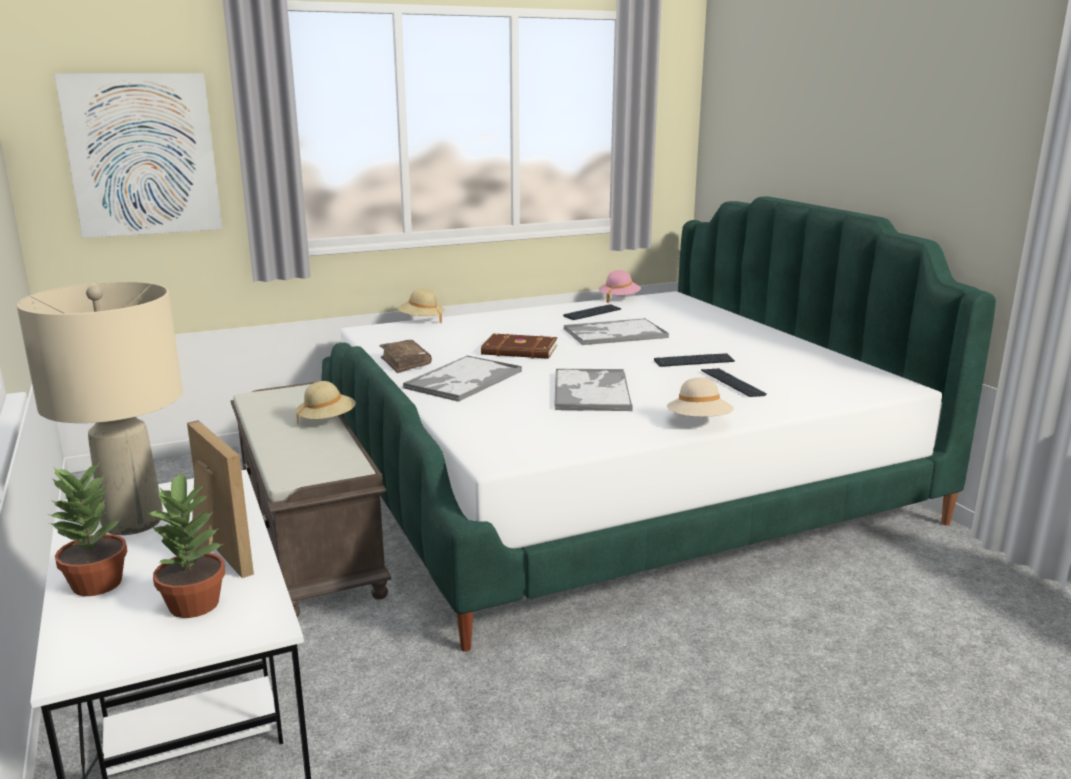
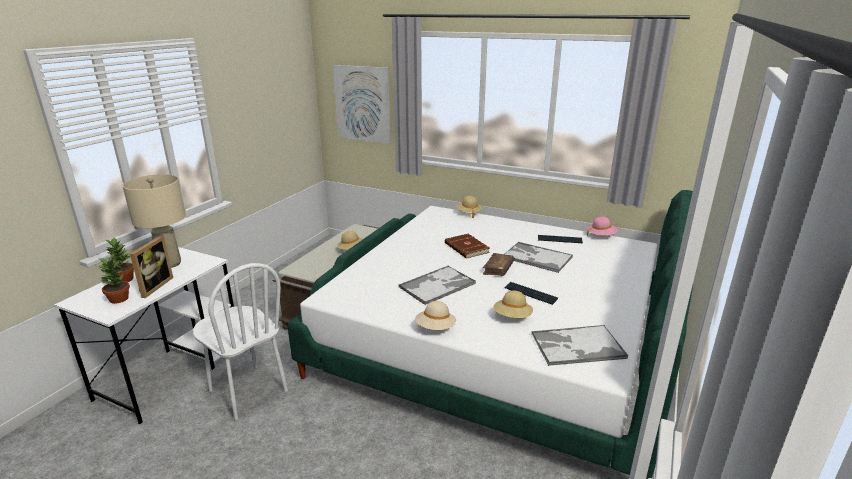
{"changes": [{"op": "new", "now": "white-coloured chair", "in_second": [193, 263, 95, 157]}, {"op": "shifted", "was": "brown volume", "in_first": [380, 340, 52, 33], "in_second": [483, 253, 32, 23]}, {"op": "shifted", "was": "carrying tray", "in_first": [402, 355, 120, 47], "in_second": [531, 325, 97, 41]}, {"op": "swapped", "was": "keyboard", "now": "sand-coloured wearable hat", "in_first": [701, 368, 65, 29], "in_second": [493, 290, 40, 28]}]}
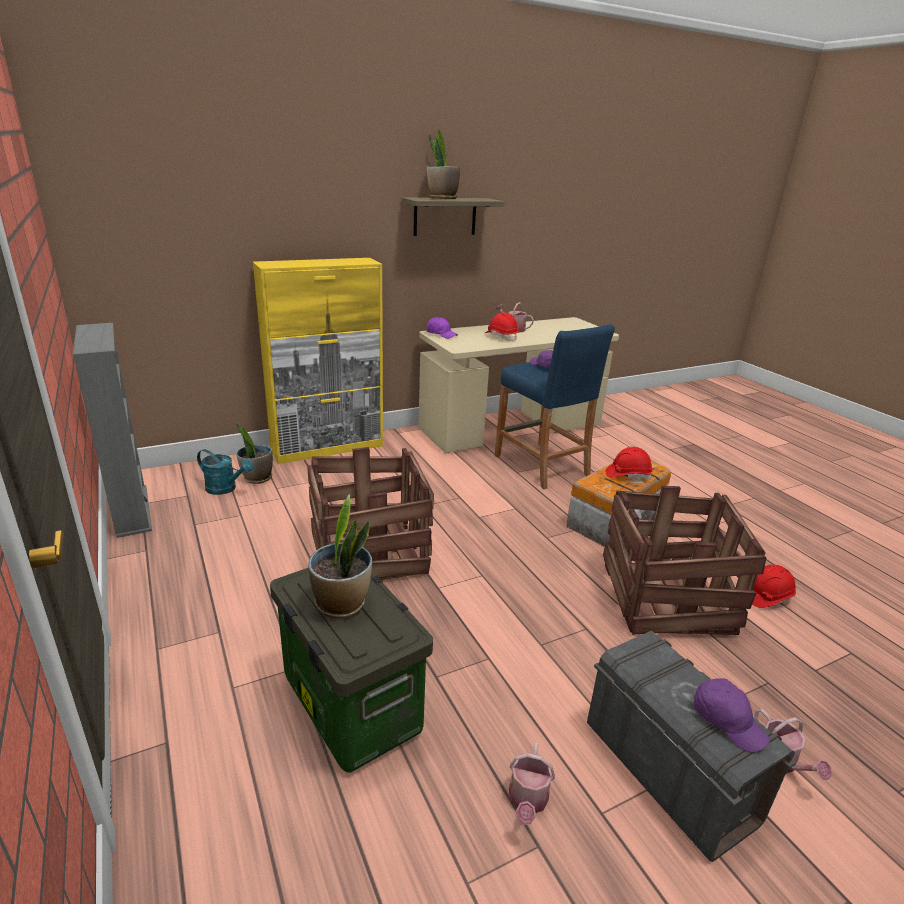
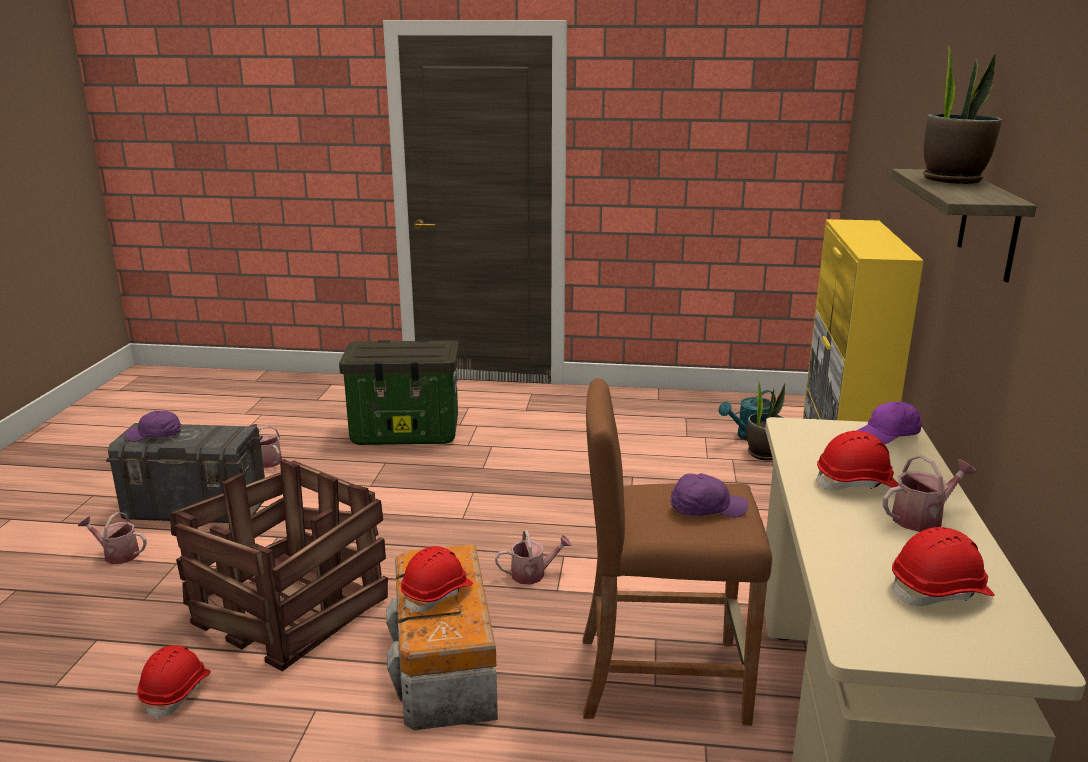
{"changes": [{"op": "gone", "was": "gray shelving unit", "in_first": [73, 323, 79, 215]}, {"op": "gone", "was": "crate", "in_first": [307, 447, 127, 133]}, {"op": "gone", "was": "houseplant", "in_first": [308, 494, 64, 124]}, {"op": "new", "now": "sprinkling can", "in_second": [495, 530, 77, 55]}, {"op": "new", "now": "red hard hat", "in_second": [892, 527, 103, 79]}, {"op": "repainted", "was": "blue-coloured stool", "now": "brown stool", "in_first": [495, 324, 120, 165], "in_second": [583, 378, 189, 347]}]}
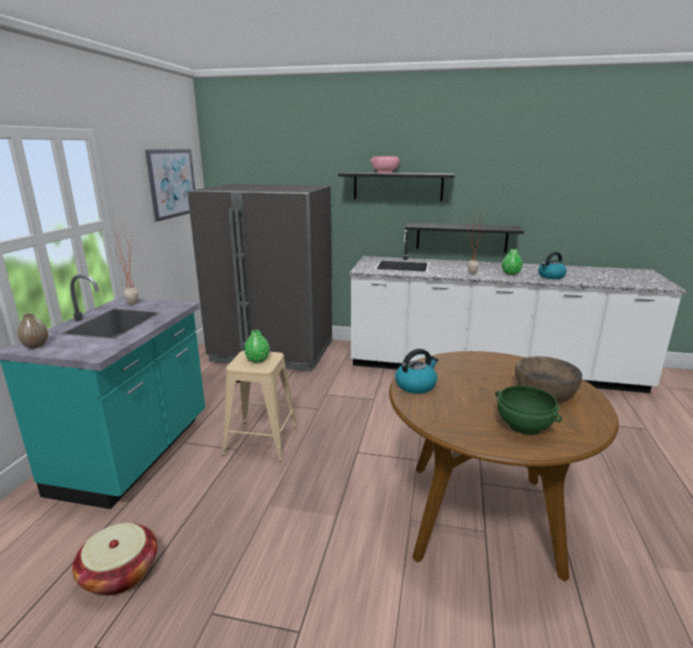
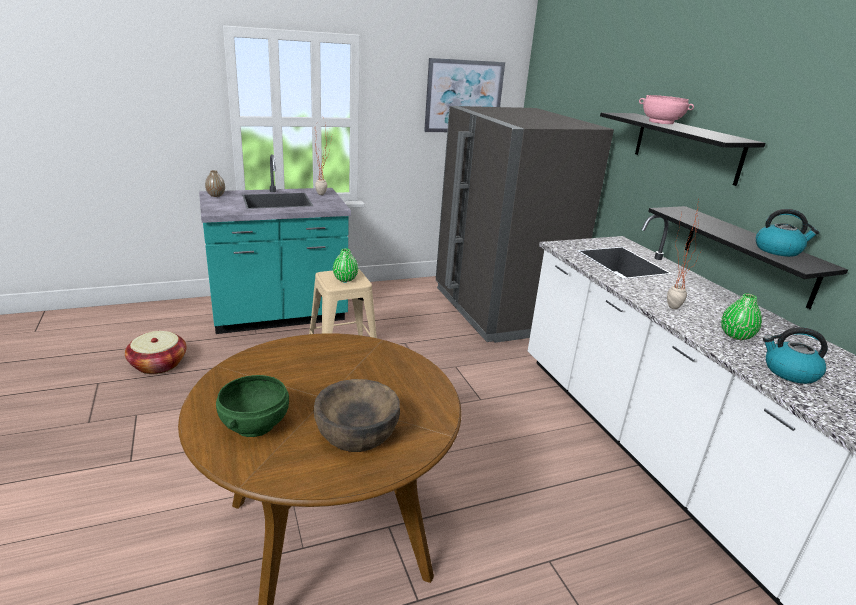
{"changes": [{"op": "shifted", "was": "tea kettle", "in_first": [395, 349, 43, 45], "in_second": [756, 209, 63, 48]}]}
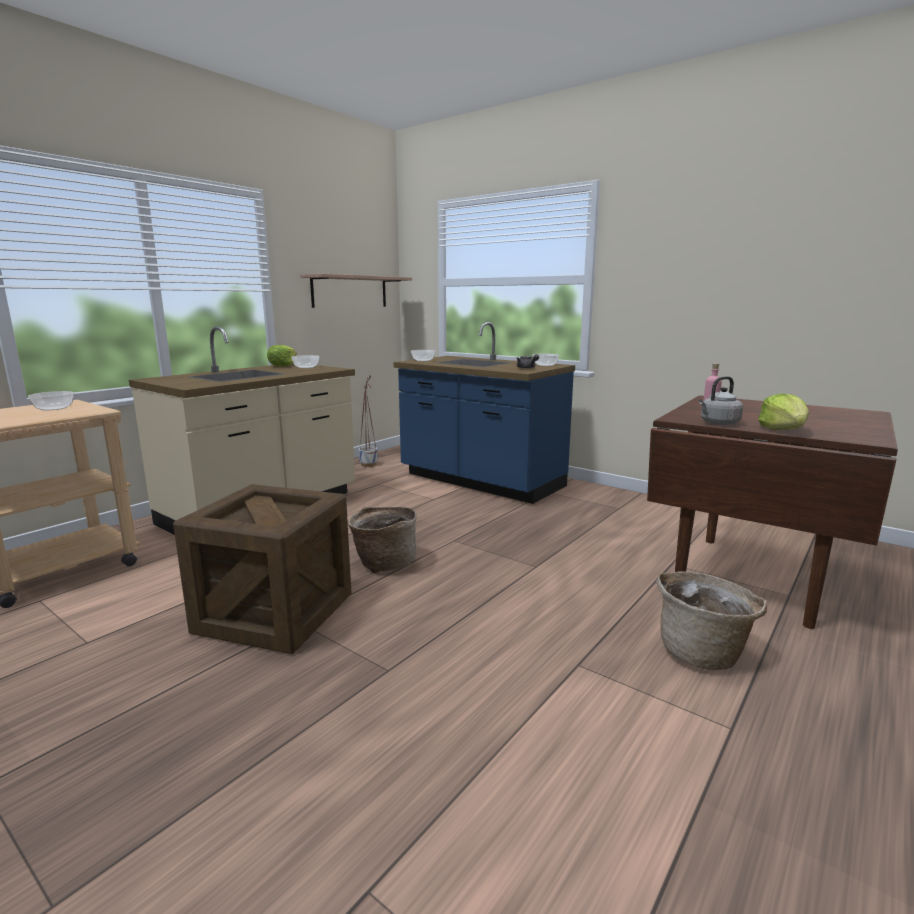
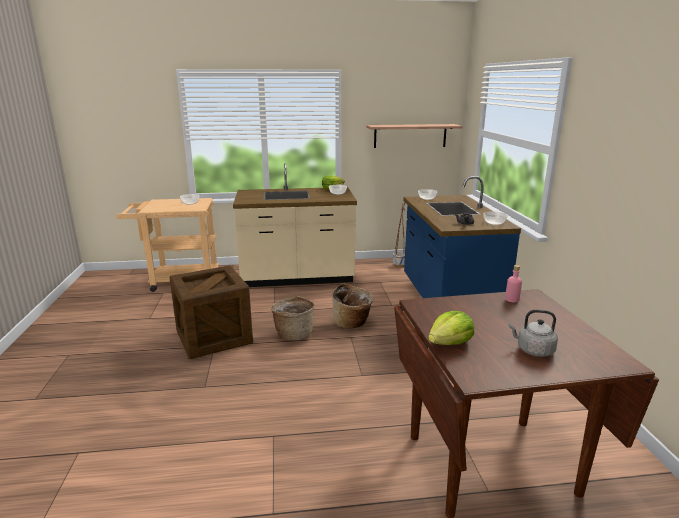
{"changes": [{"op": "shifted", "was": "storage basket", "in_first": [656, 571, 111, 99], "in_second": [332, 283, 41, 46]}, {"op": "shifted", "was": "gray tea kettle", "in_first": [699, 376, 44, 49], "in_second": [509, 310, 49, 47]}]}
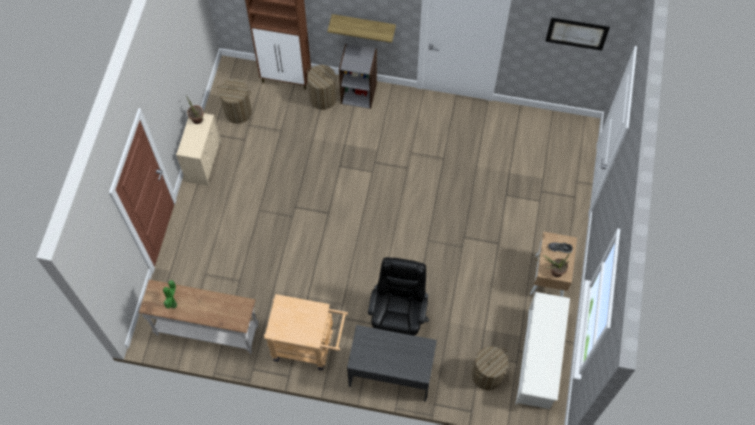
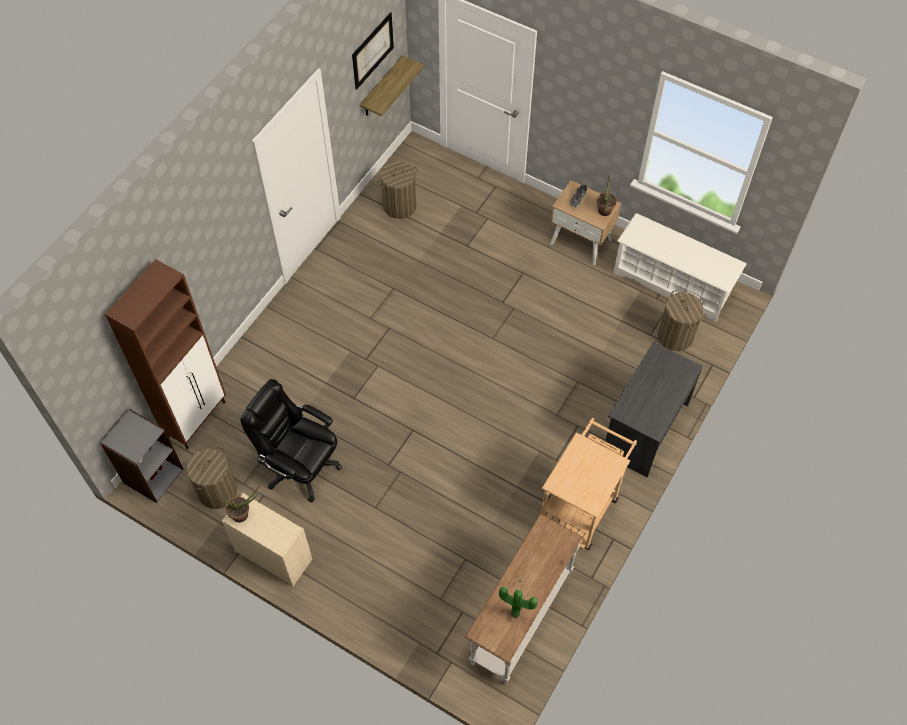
{"changes": [{"op": "shifted", "was": "laundry basket", "in_first": [307, 65, 30, 45], "in_second": [378, 161, 40, 58]}, {"op": "shifted", "was": "bracket shelf", "in_first": [327, 14, 69, 29], "in_second": [360, 56, 64, 60]}, {"op": "shifted", "was": "gray shelving unit", "in_first": [339, 44, 38, 65], "in_second": [100, 409, 83, 94]}, {"op": "shifted", "was": "black-coloured computer chair", "in_first": [368, 257, 61, 79], "in_second": [240, 379, 102, 123]}]}
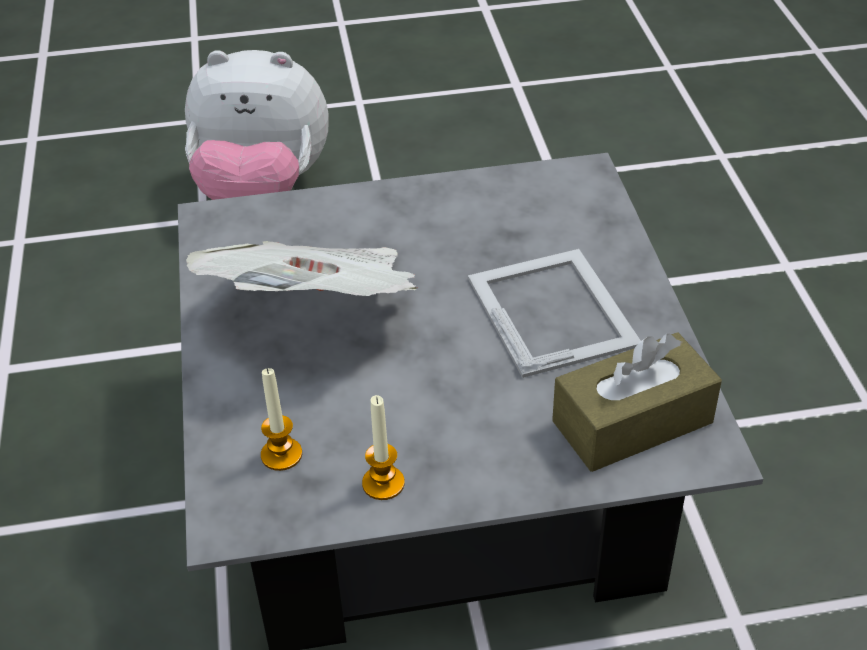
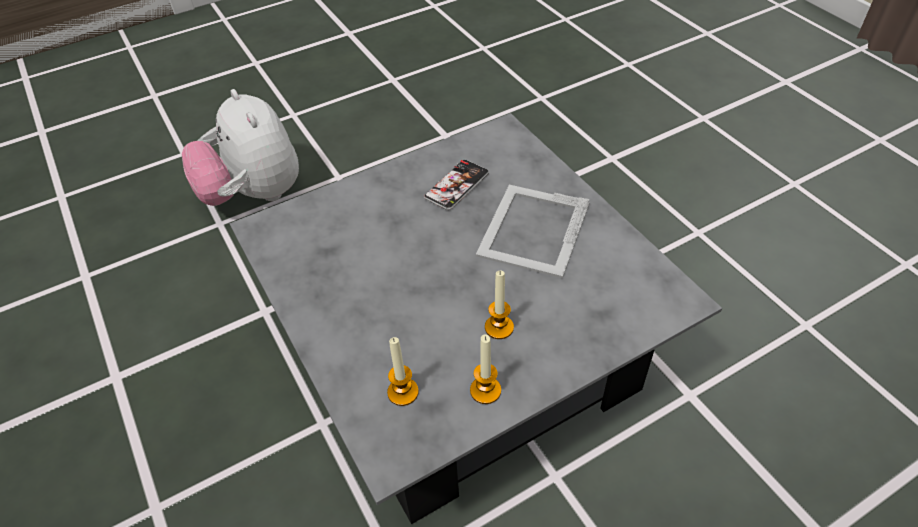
{"changes": [{"op": "gone", "was": "printed paper", "in_first": [186, 241, 231, 55]}, {"op": "gone", "was": "brown tissue holder", "in_first": [552, 332, 170, 140]}, {"op": "new", "now": "telephone", "in_second": [424, 160, 65, 50]}, {"op": "new", "now": "wax candle", "in_second": [485, 271, 29, 68]}, {"op": "rotated", "was": "plush toy", "in_first": [185, 50, 143, 150], "in_second": [182, 89, 117, 117], "clockwise": 75}, {"op": "rotated", "was": "photo frame", "in_first": [468, 249, 173, 129], "in_second": [476, 185, 114, 93], "clockwise": -120}]}
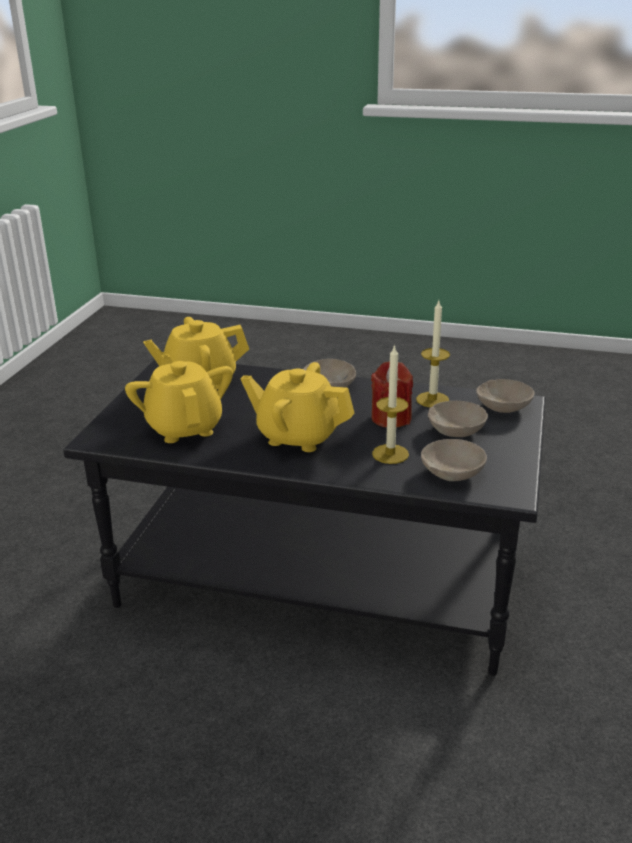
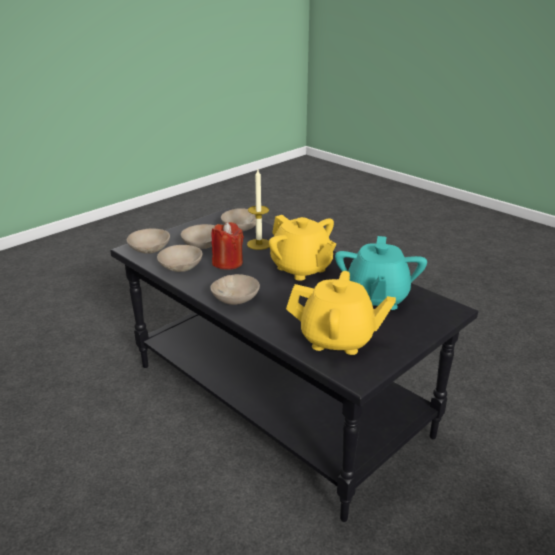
{"changes": [{"op": "swapped", "was": "wax candle", "now": "sand-coloured serving bowl", "in_first": [416, 301, 34, 107], "in_second": [157, 245, 46, 27]}, {"op": "repainted", "was": "yellow tea pot", "now": "turquoise-coloured tea pot", "in_first": [125, 354, 108, 89], "in_second": [335, 236, 92, 74]}]}
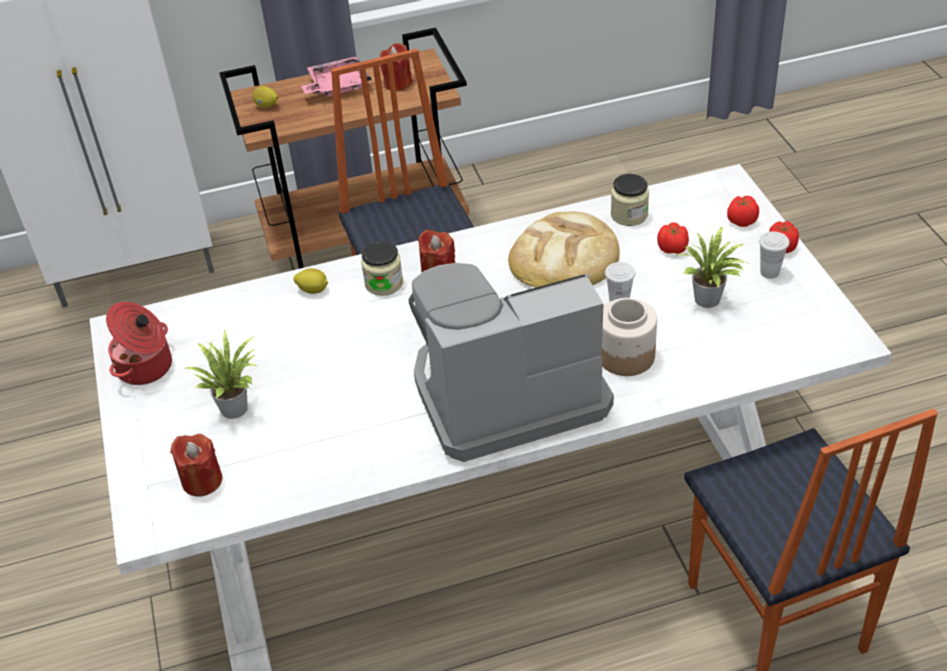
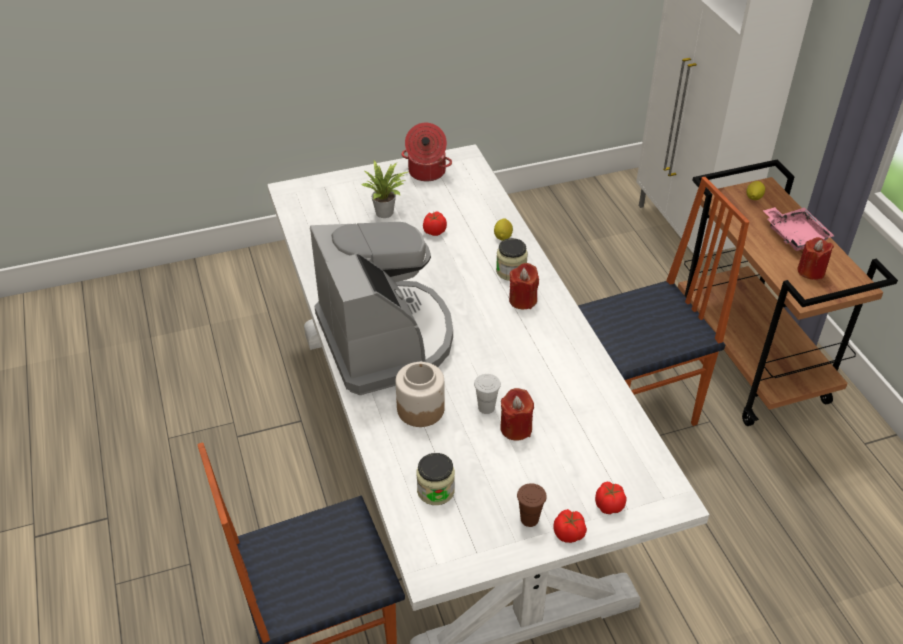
{"changes": [{"op": "gone", "was": "bread", "in_first": [508, 211, 112, 77]}, {"op": "gone", "was": "houseplant", "in_first": [677, 226, 70, 82]}, {"op": "shifted", "was": "red wax candle", "in_first": [170, 434, 52, 63], "in_second": [500, 388, 34, 52]}, {"op": "shifted", "was": "storage jar", "in_first": [611, 174, 38, 52], "in_second": [416, 453, 39, 52]}, {"op": "shifted", "was": "fresh tomato", "in_first": [657, 222, 32, 32], "in_second": [423, 211, 24, 25]}, {"op": "repainted", "was": "white-coloured cup", "now": "brown cup", "in_first": [759, 232, 30, 47], "in_second": [517, 483, 30, 44]}]}
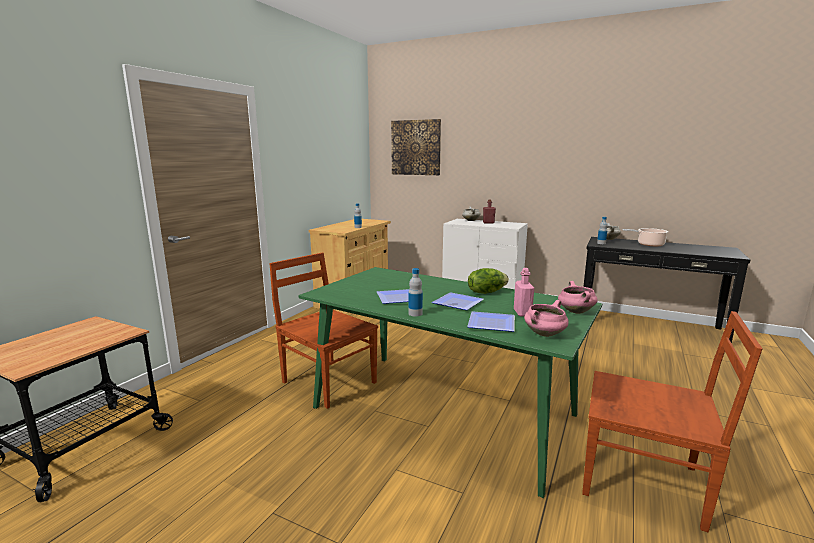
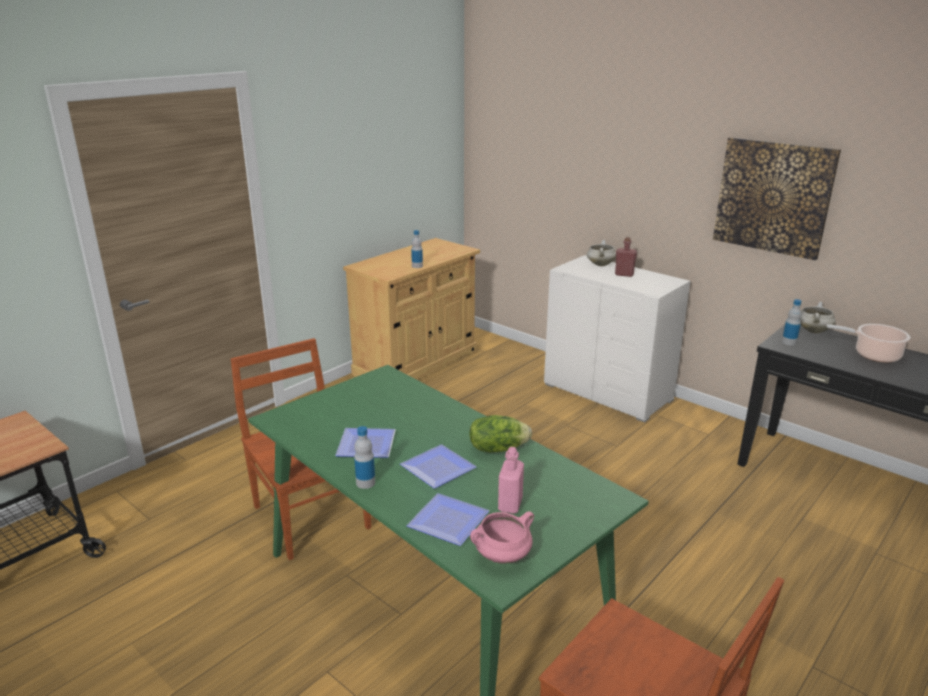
{"changes": [{"op": "gone", "was": "pink-coloured saucepot", "in_first": [558, 281, 40, 33]}, {"op": "shifted", "was": "wall art", "in_first": [391, 119, 50, 56], "in_second": [713, 137, 128, 123]}]}
